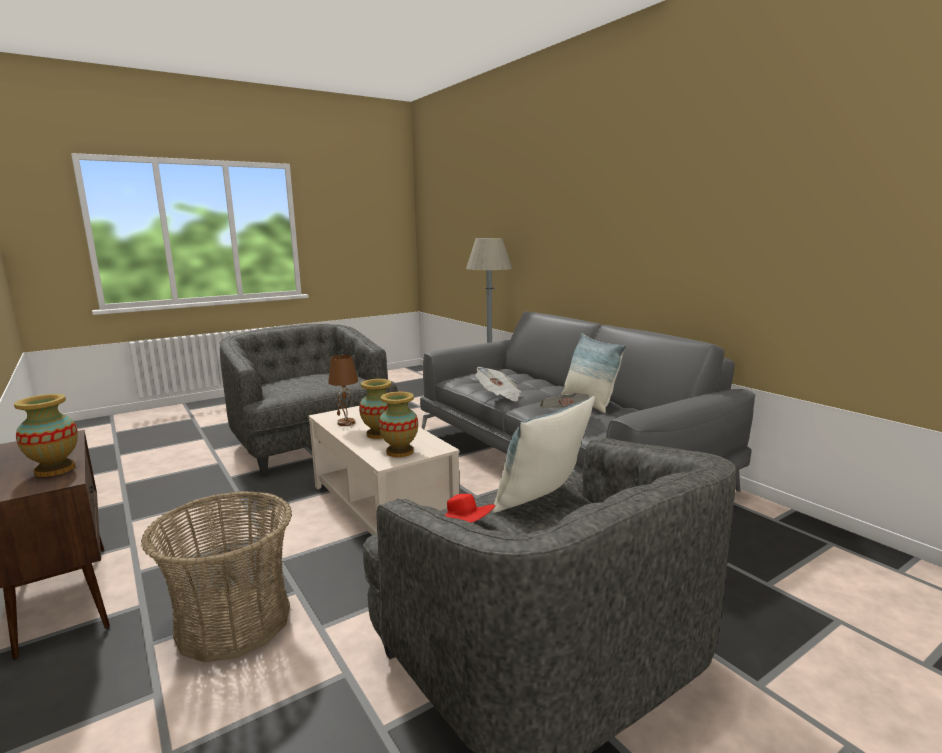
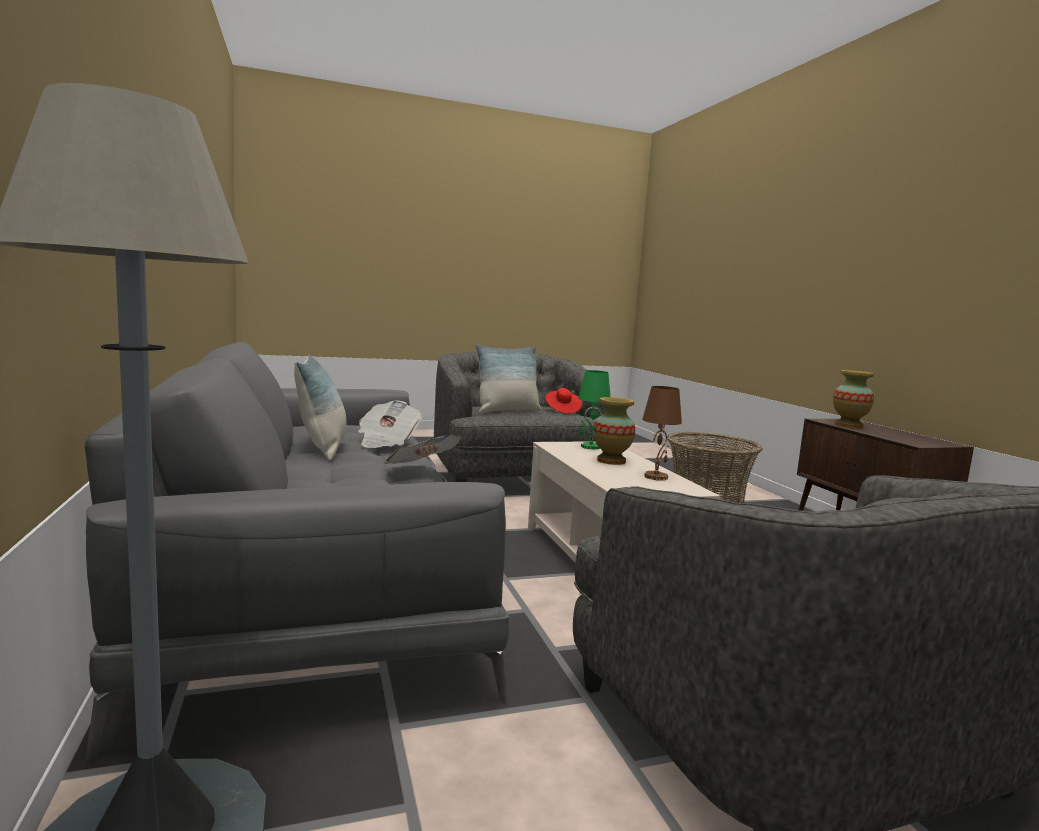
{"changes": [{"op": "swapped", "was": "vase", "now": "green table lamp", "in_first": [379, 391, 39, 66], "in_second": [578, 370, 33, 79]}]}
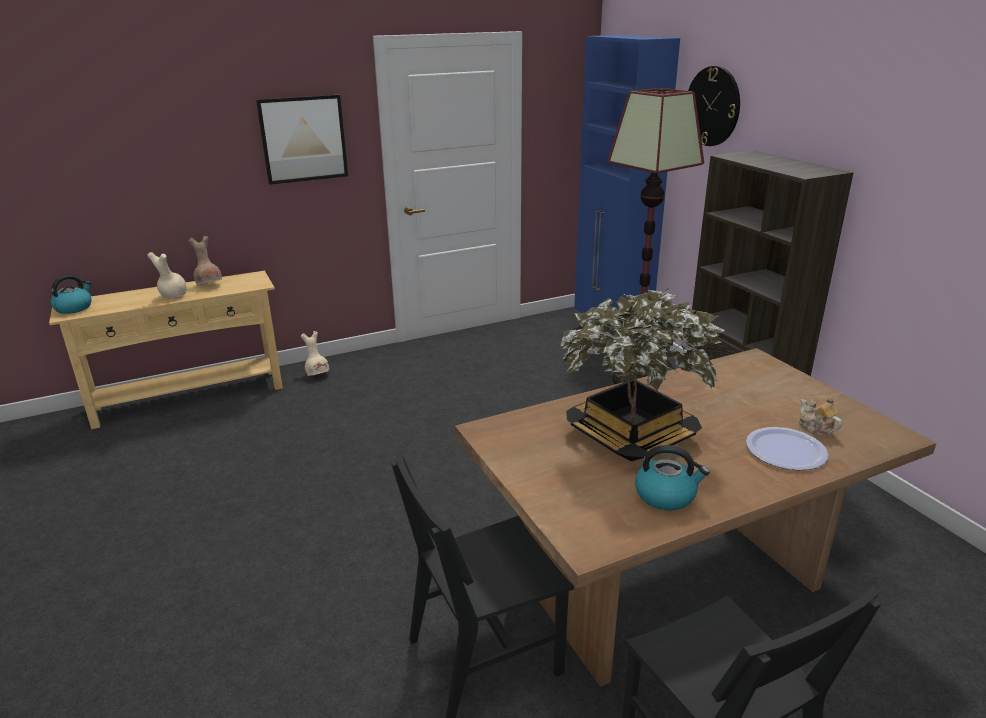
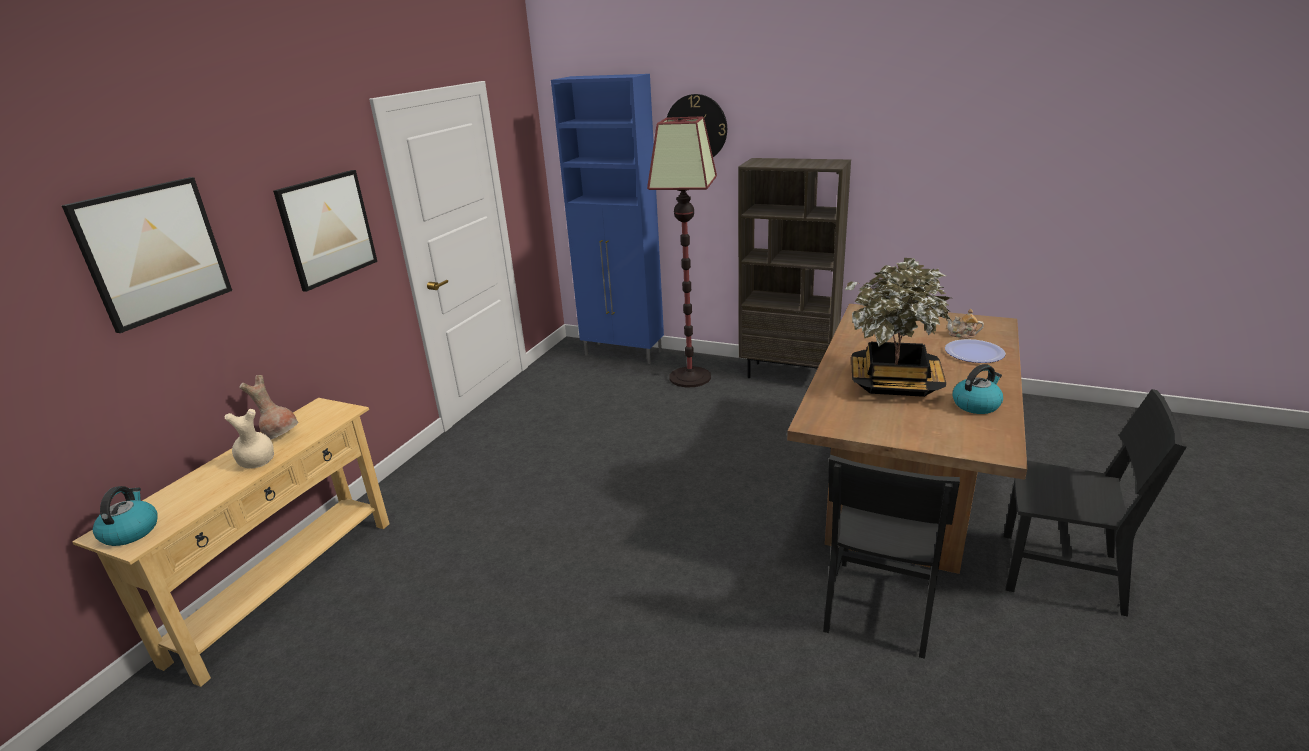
{"changes": [{"op": "gone", "was": "sand-coloured vase", "in_first": [301, 331, 28, 45]}, {"op": "new", "now": "wall art", "in_second": [61, 177, 171, 156]}]}
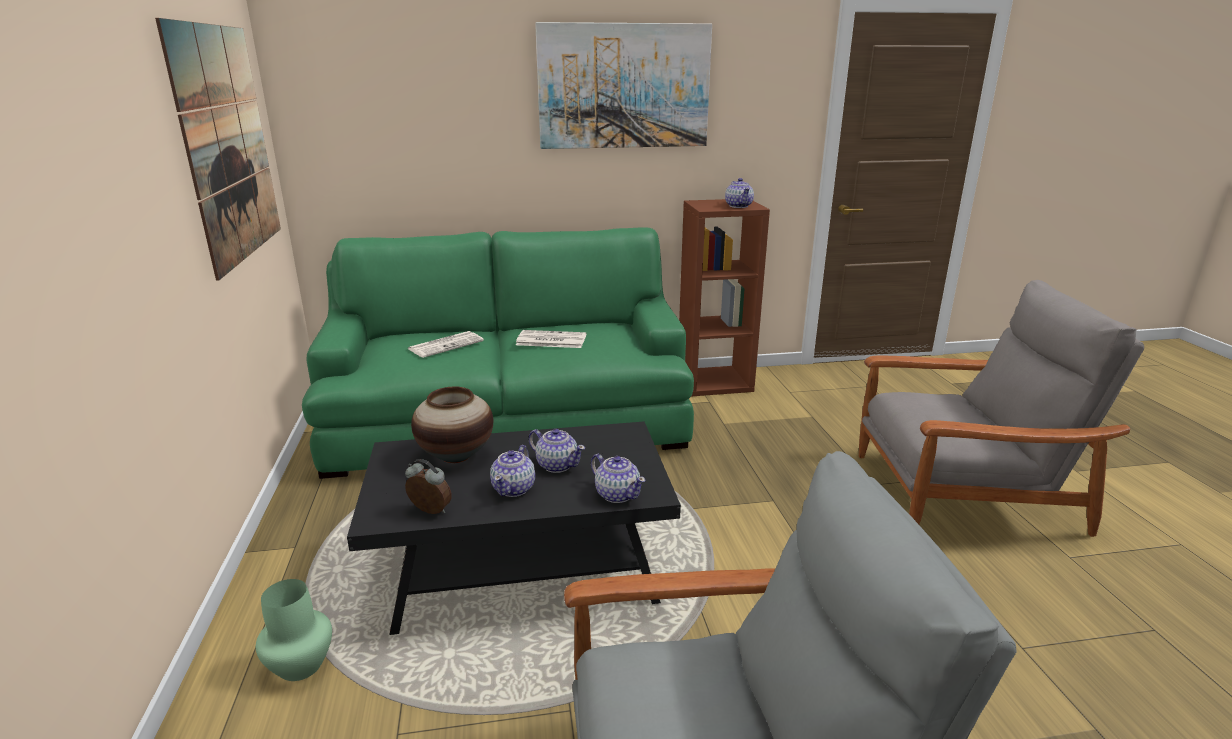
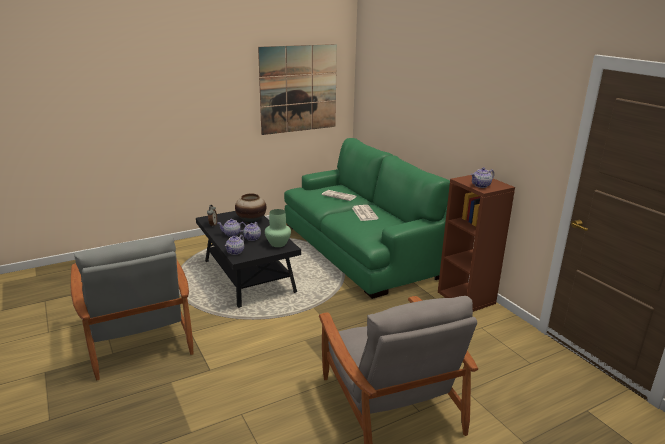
{"changes": [{"op": "gone", "was": "wall art", "in_first": [535, 22, 177, 127]}, {"op": "shifted", "was": "green vase", "in_first": [256, 579, 76, 102], "in_second": [265, 209, 26, 38]}]}
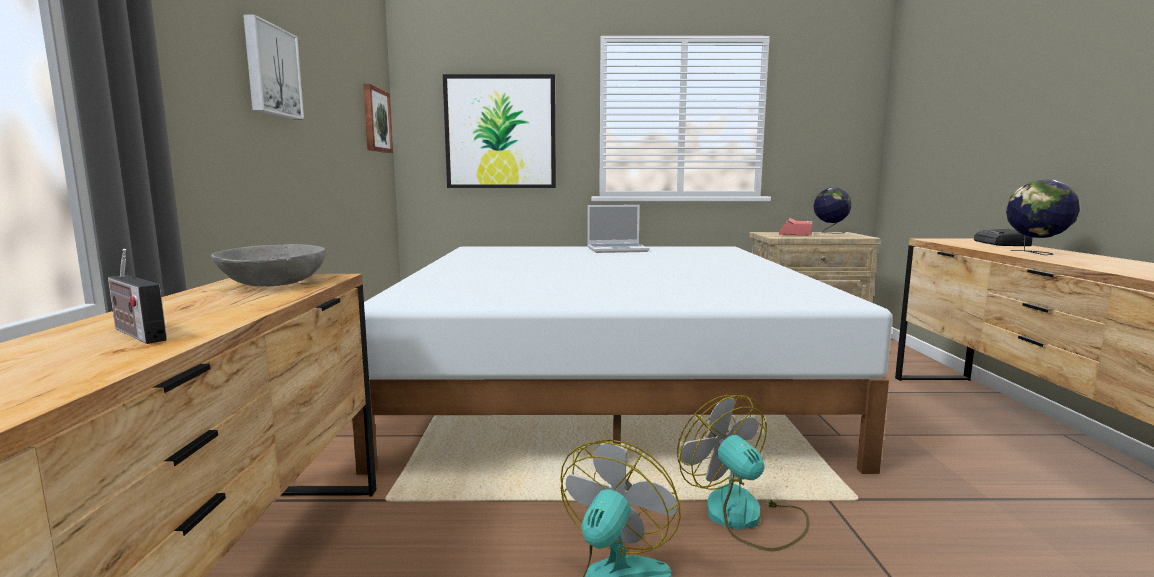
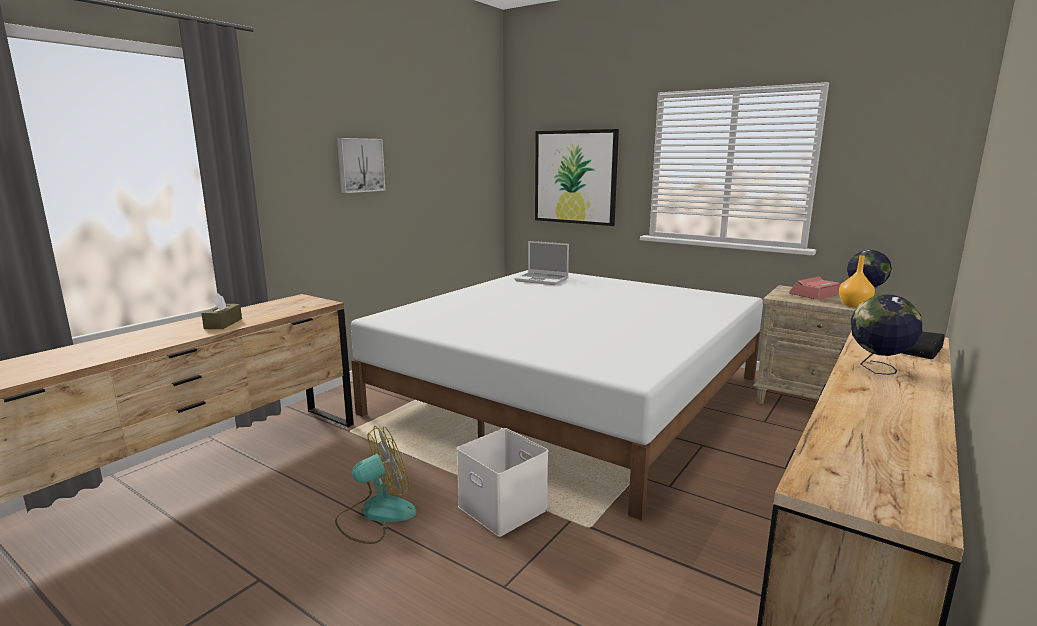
{"changes": [{"op": "gone", "was": "radio", "in_first": [108, 249, 59, 95]}, {"op": "gone", "was": "gray serving bowl", "in_first": [211, 244, 114, 43]}, {"op": "gone", "was": "wall art", "in_first": [363, 84, 30, 69]}, {"op": "new", "now": "brown tissue holder", "in_second": [201, 293, 41, 36]}, {"op": "new", "now": "orangey vase", "in_second": [839, 255, 36, 53]}, {"op": "shifted", "was": "notebook computer", "in_first": [587, 205, 62, 48], "in_second": [515, 241, 54, 44]}, {"op": "swapped", "was": "cooling fan", "now": "white-coloured storage container", "in_first": [677, 395, 133, 156], "in_second": [457, 428, 91, 109]}]}
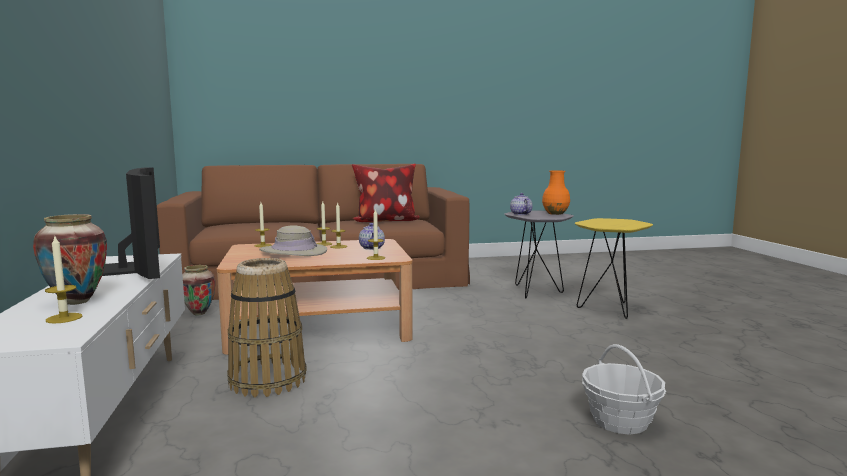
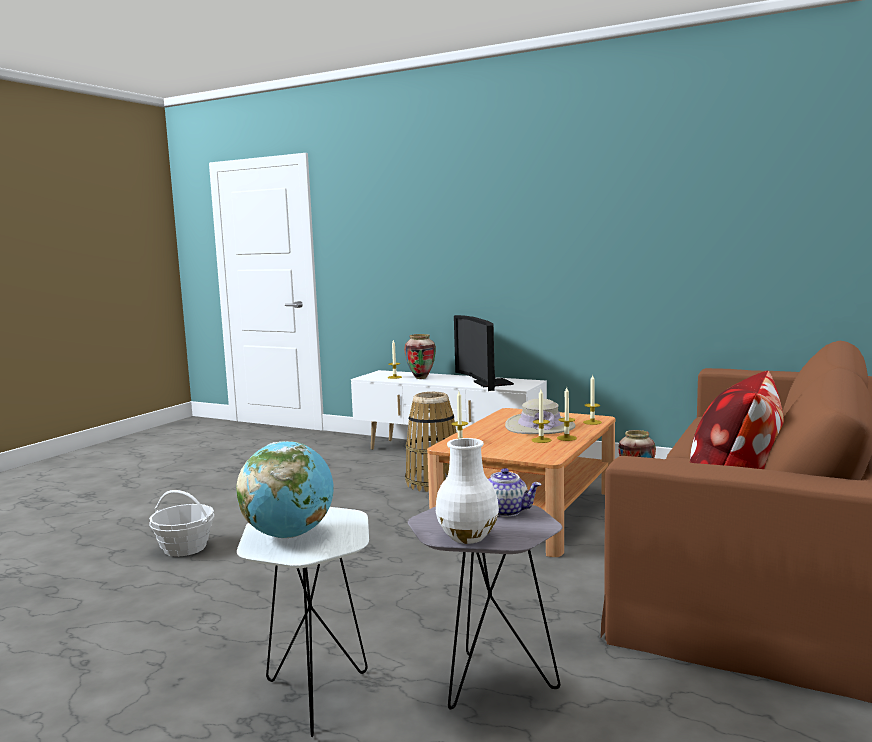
{"changes": [{"op": "gone", "was": "tea pot", "in_first": [359, 223, 26, 27]}, {"op": "new", "now": "desk globe", "in_second": [236, 441, 97, 97]}, {"op": "repainted", "was": "orangey vase", "now": "white-coloured vase", "in_first": [542, 170, 28, 45], "in_second": [436, 438, 63, 106]}, {"op": "repainted", "was": "yellow end table", "now": "white-coloured end table", "in_first": [575, 218, 78, 101], "in_second": [237, 507, 132, 230]}, {"op": "rotated", "was": "TV", "in_first": [102, 167, 58, 112], "in_second": [454, 315, 60, 76], "clockwise": 60}]}
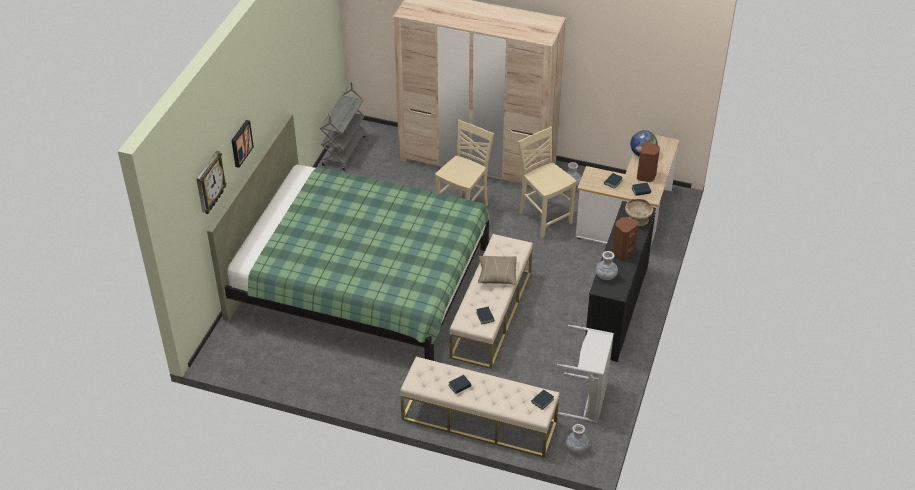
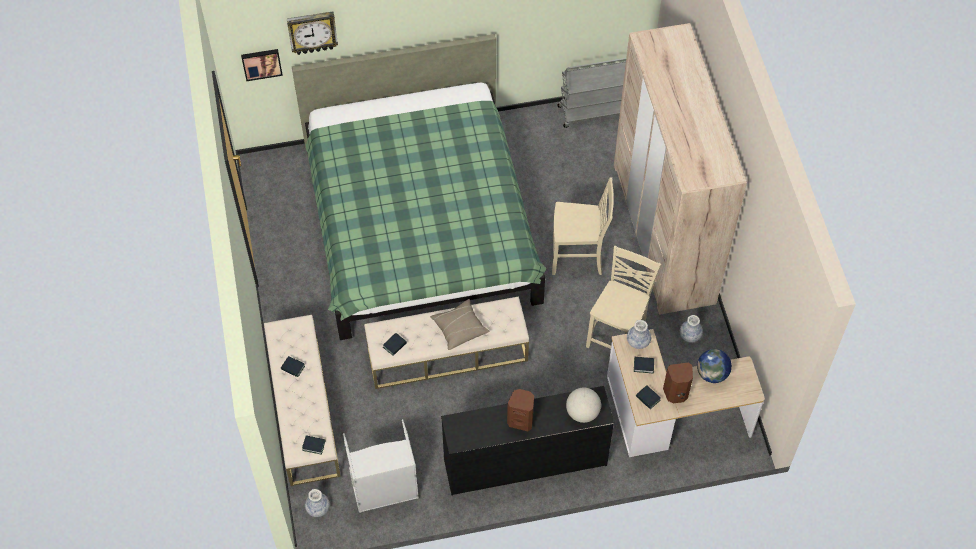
{"changes": [{"op": "shifted", "was": "wall art", "in_first": [231, 120, 23, 48], "in_second": [241, 49, 42, 32]}, {"op": "shifted", "was": "vase", "in_first": [596, 251, 22, 29], "in_second": [627, 320, 24, 29]}, {"op": "swapped", "was": "sand-coloured serving bowl", "now": "desk globe", "in_first": [625, 198, 28, 28], "in_second": [566, 388, 35, 35]}]}
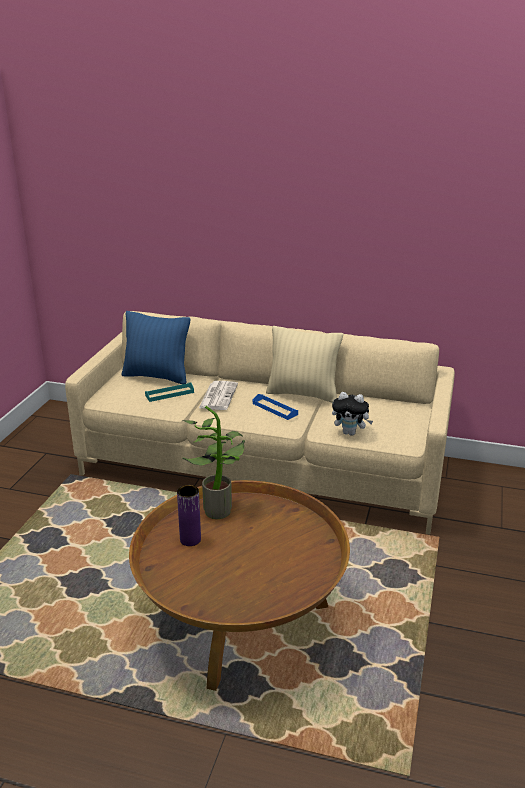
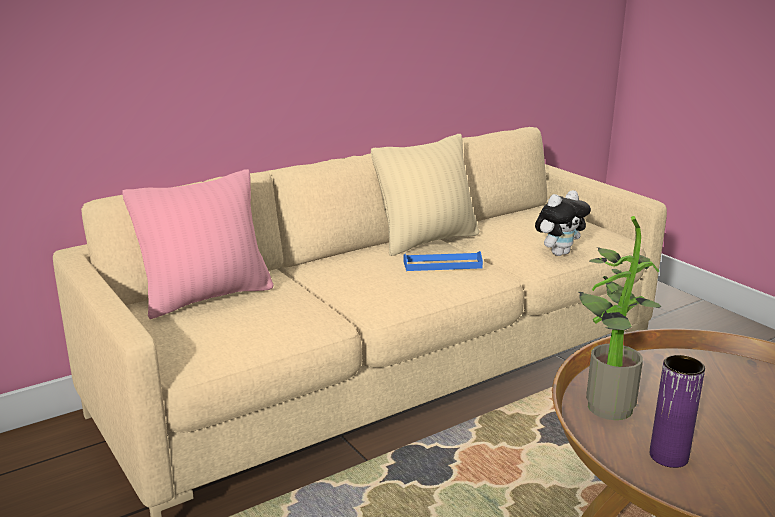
{"changes": [{"op": "gone", "was": "turquoise-coloured carrying tray", "in_first": [145, 383, 49, 19]}, {"op": "gone", "was": "printed paper", "in_first": [199, 381, 39, 29]}, {"op": "repainted", "was": "blue-coloured pillow", "now": "pink-coloured pillow", "in_first": [122, 311, 68, 73], "in_second": [122, 169, 152, 150]}]}
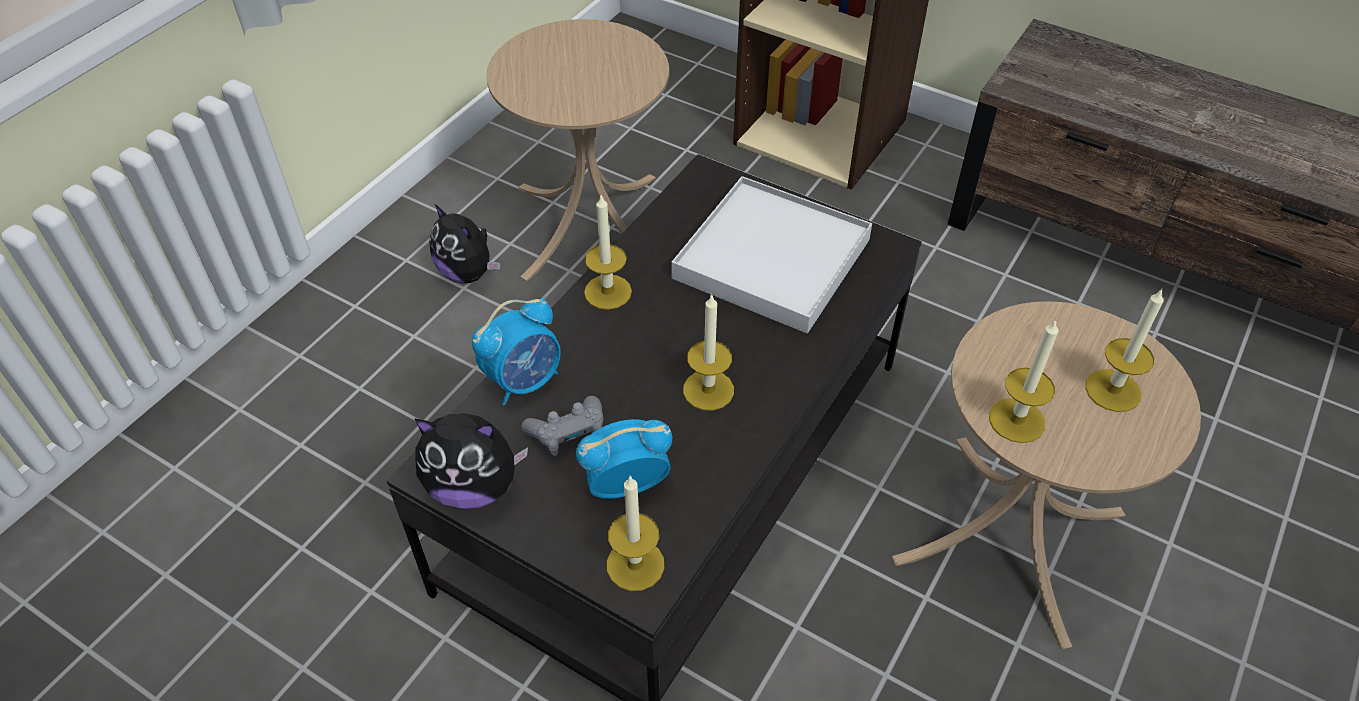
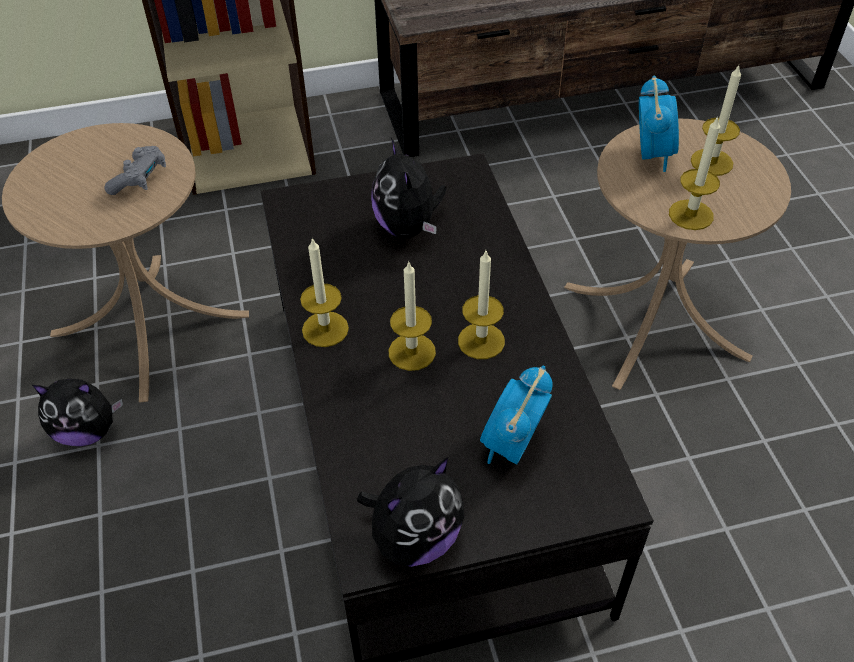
{"changes": [{"op": "shifted", "was": "alarm clock", "in_first": [472, 297, 89, 109], "in_second": [639, 76, 40, 96]}, {"op": "shifted", "was": "gray gamepad", "in_first": [521, 396, 82, 60], "in_second": [104, 146, 62, 49]}, {"op": "shifted", "was": "wax candle", "in_first": [607, 476, 57, 115], "in_second": [388, 260, 48, 111]}, {"op": "swapped", "was": "white-coloured carrying tray", "now": "plush toy", "in_first": [671, 176, 201, 158], "in_second": [371, 138, 75, 100]}]}
